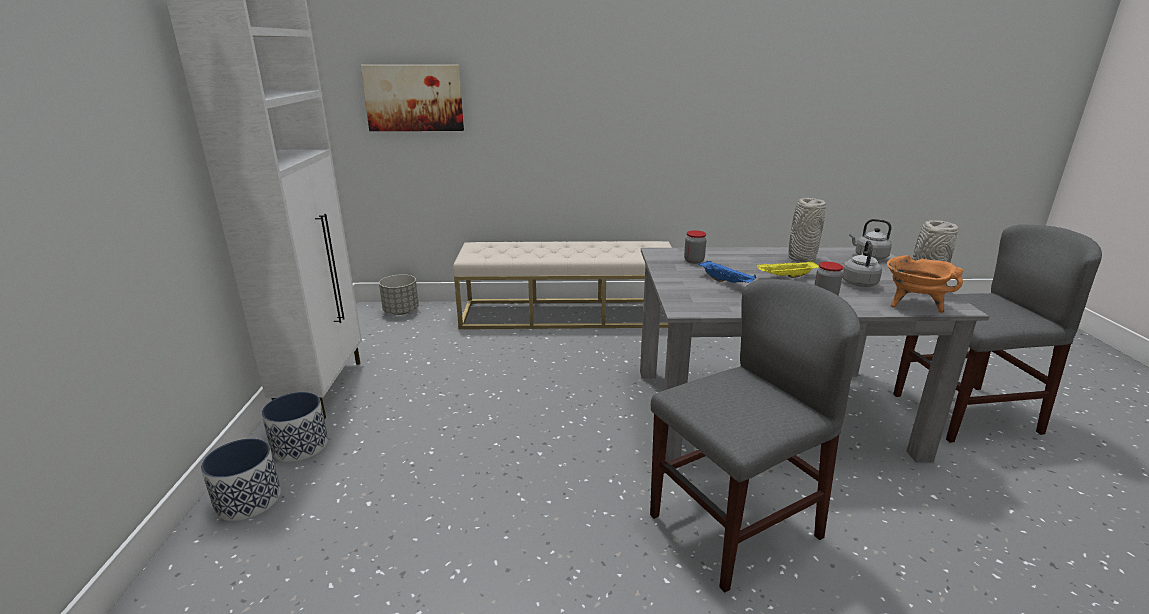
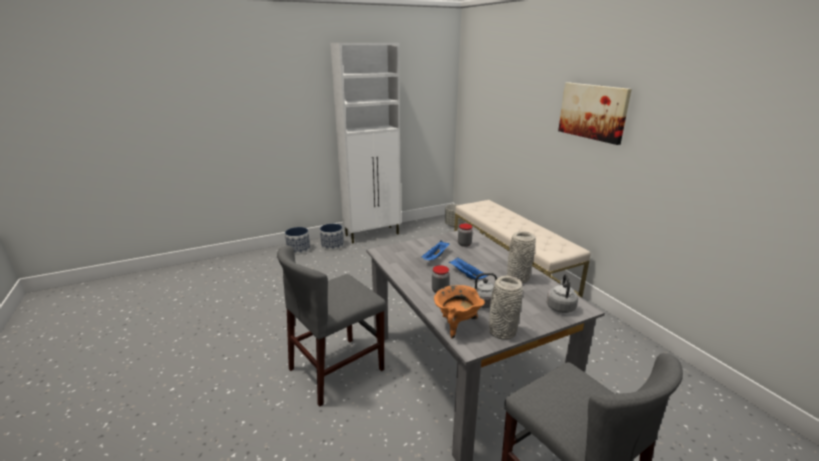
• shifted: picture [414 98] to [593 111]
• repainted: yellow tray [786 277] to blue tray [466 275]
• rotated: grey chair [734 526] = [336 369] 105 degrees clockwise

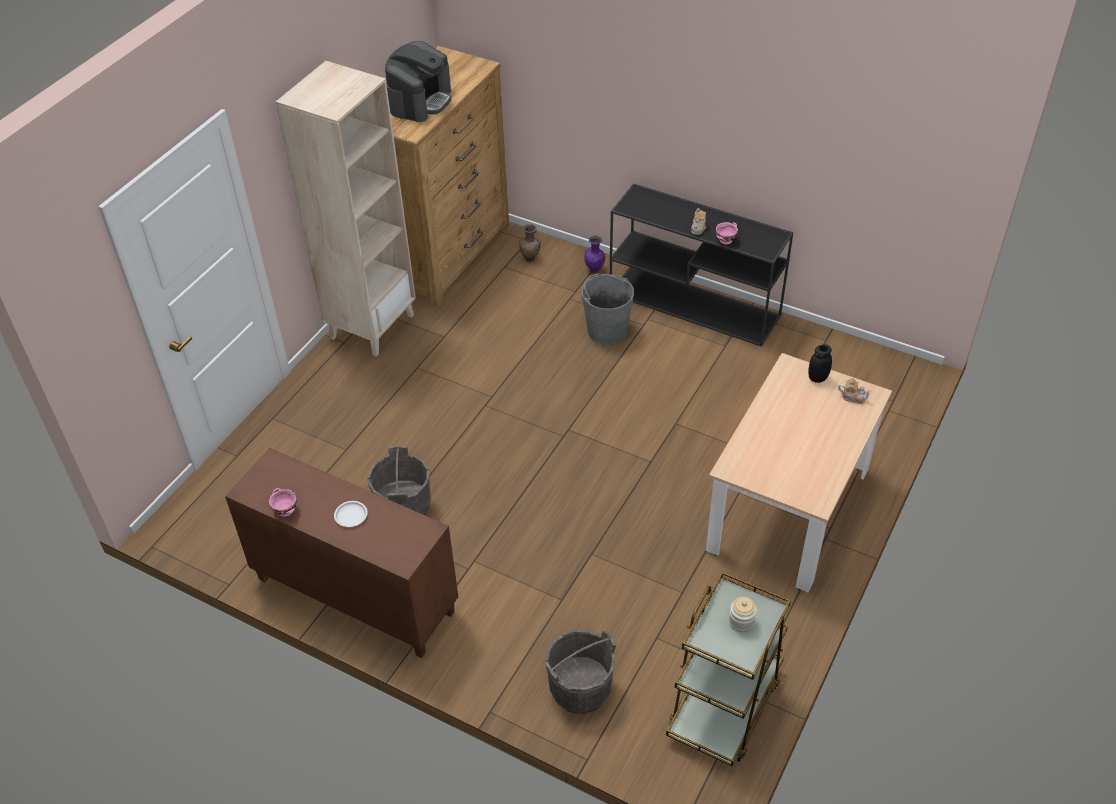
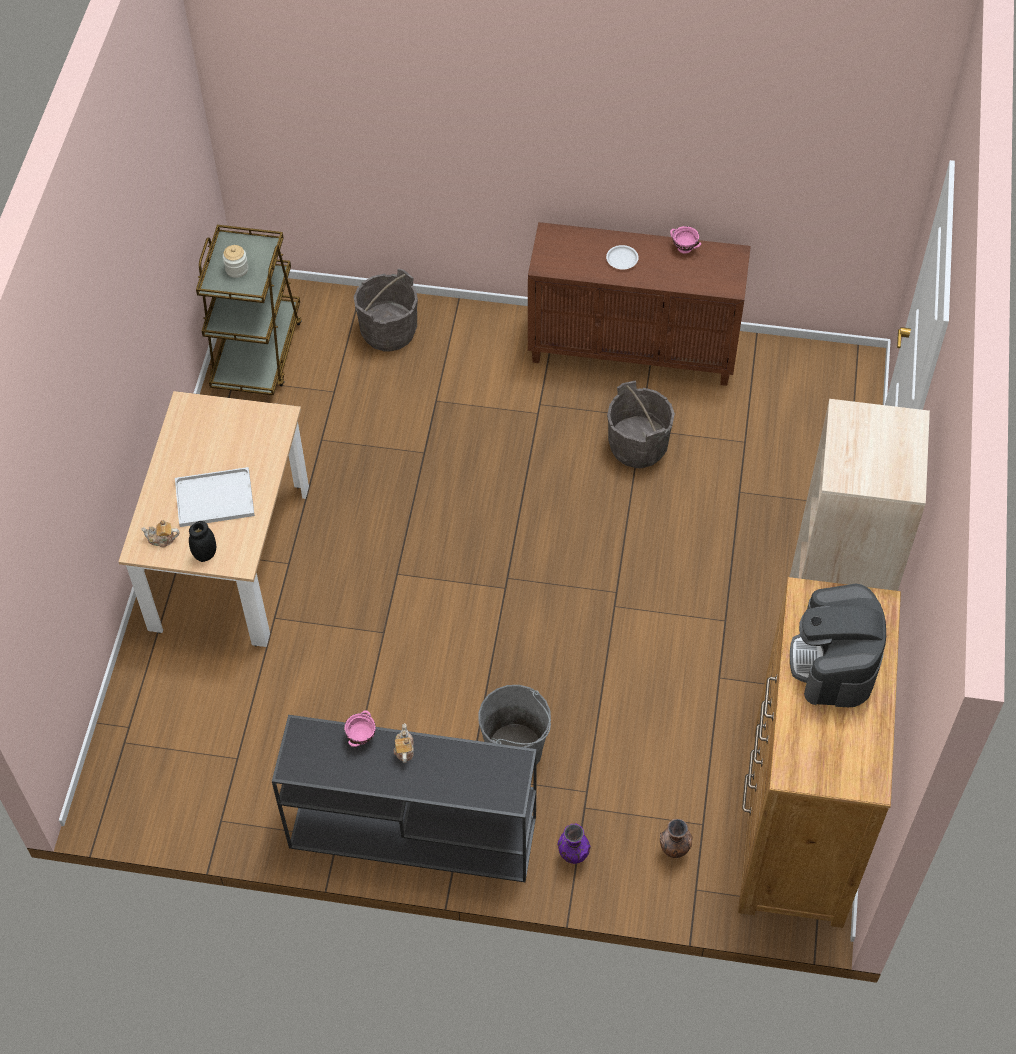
• new: white tray [213 499]

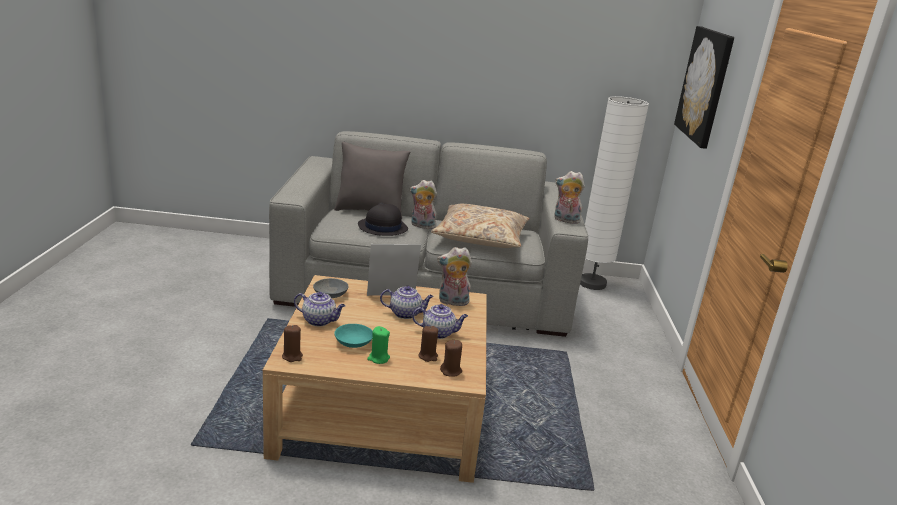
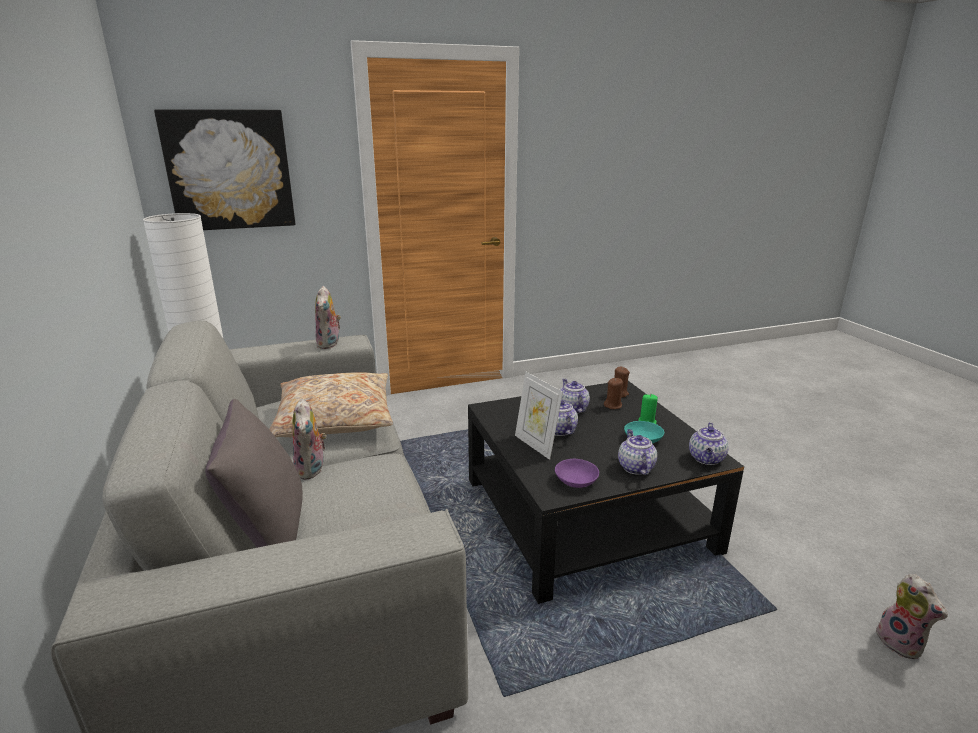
• gone: black hat [382 227]
• shifted: plush toy [452 302] to [901 643]
• swapped: brown candle [292 356] to teapot [706 459]
• repainted: beige coffee table [383 407] to black coffee table [586 514]
• repainted: grey bowl [331 294] to purple bowl [575 480]

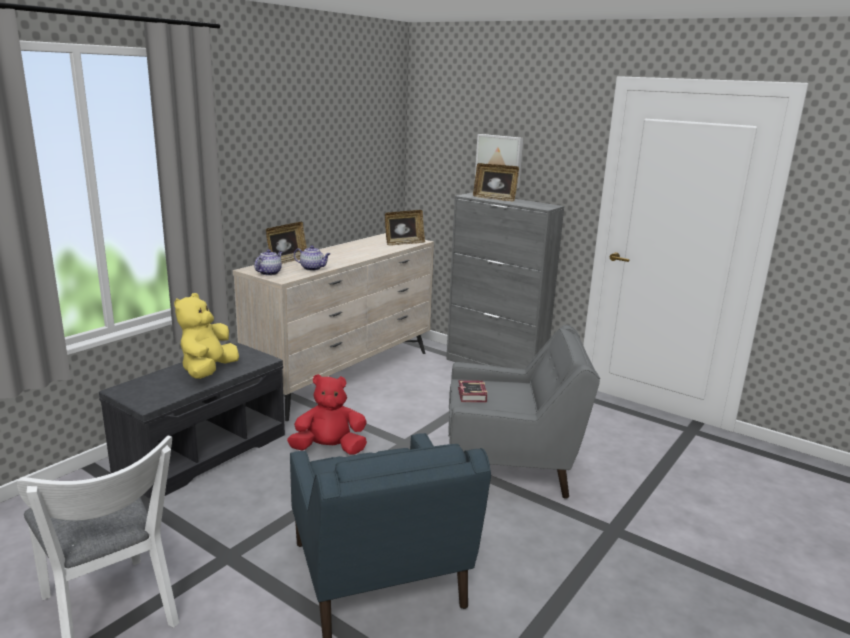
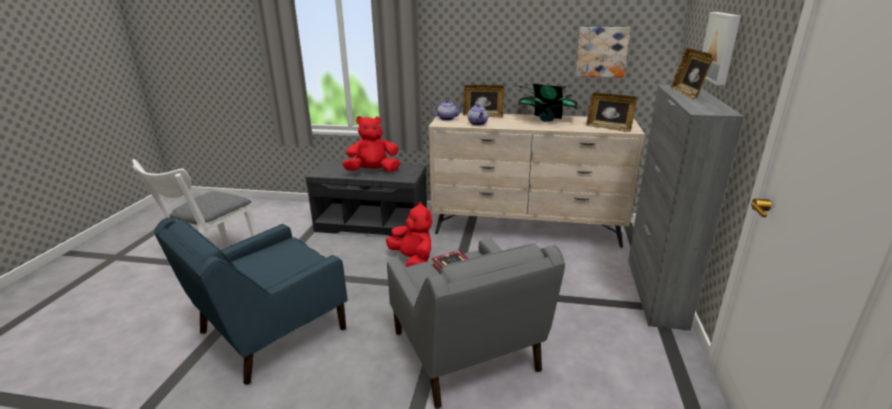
• new: potted plant [546 120]
• new: picture [601 52]
• repainted: yellow plush toy [208 371] to red plush toy [373 171]

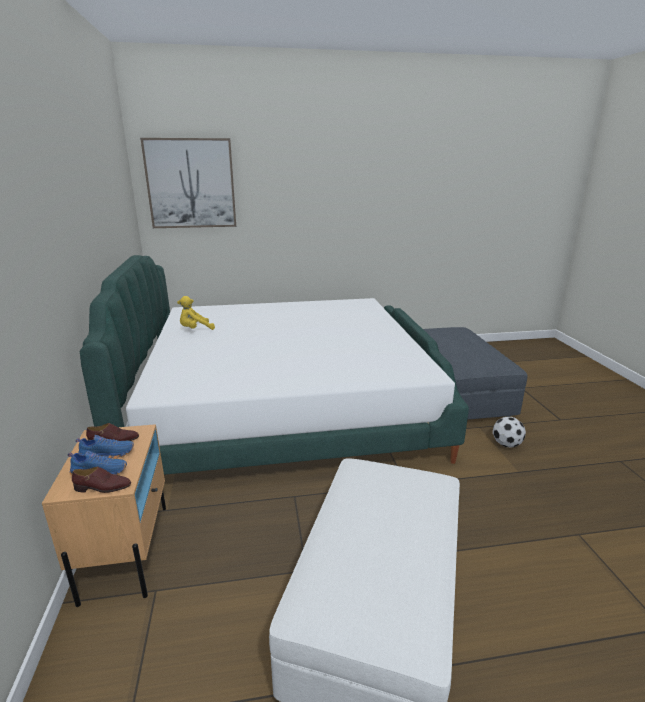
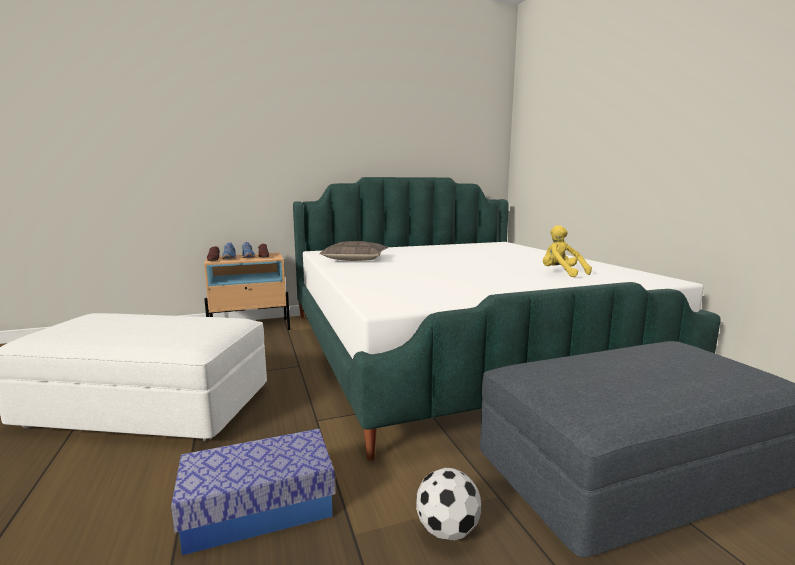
• gone: picture [191 184]
• new: storage box [258 509]
• new: pillow [355 259]
• shifted: yellow plush toy [195 330] to [561 273]

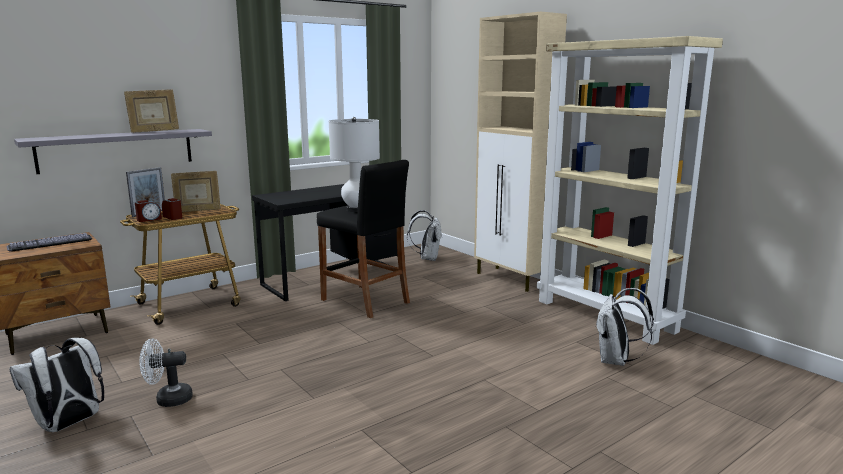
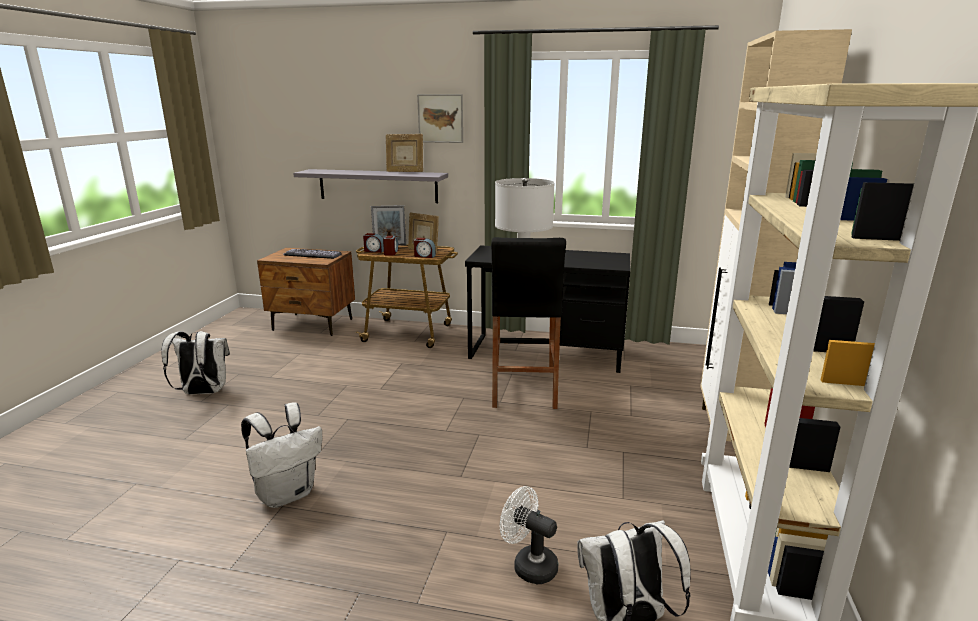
• new: alarm clock [424 256]
• new: picture [440 118]
• shifted: white fan [168 399] to [529 565]
• shifted: white backpack [427 258] to [287 493]

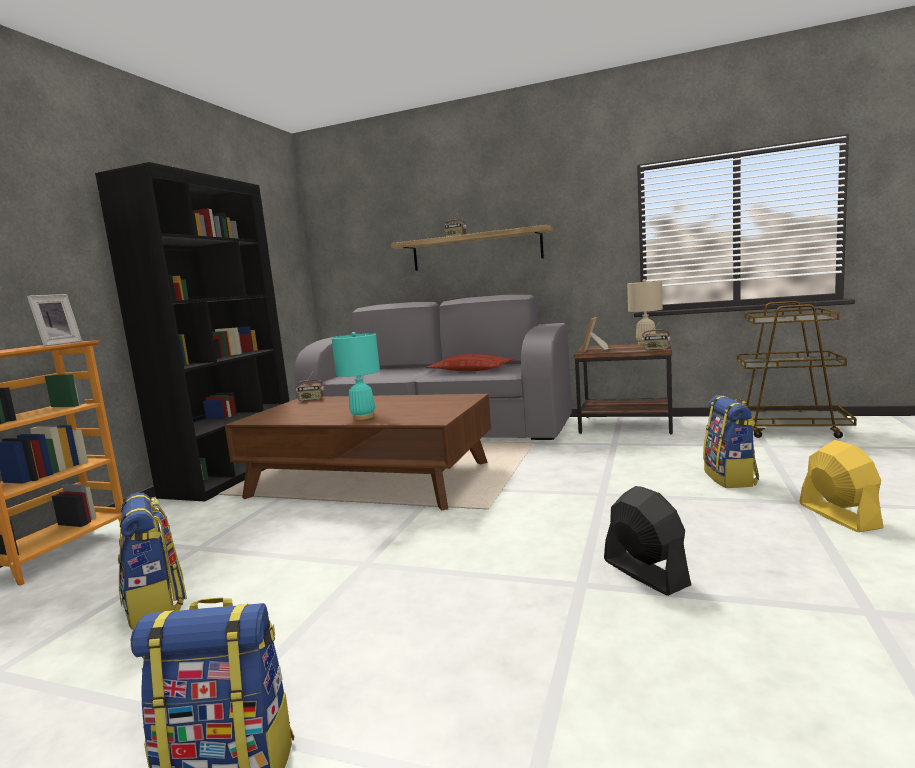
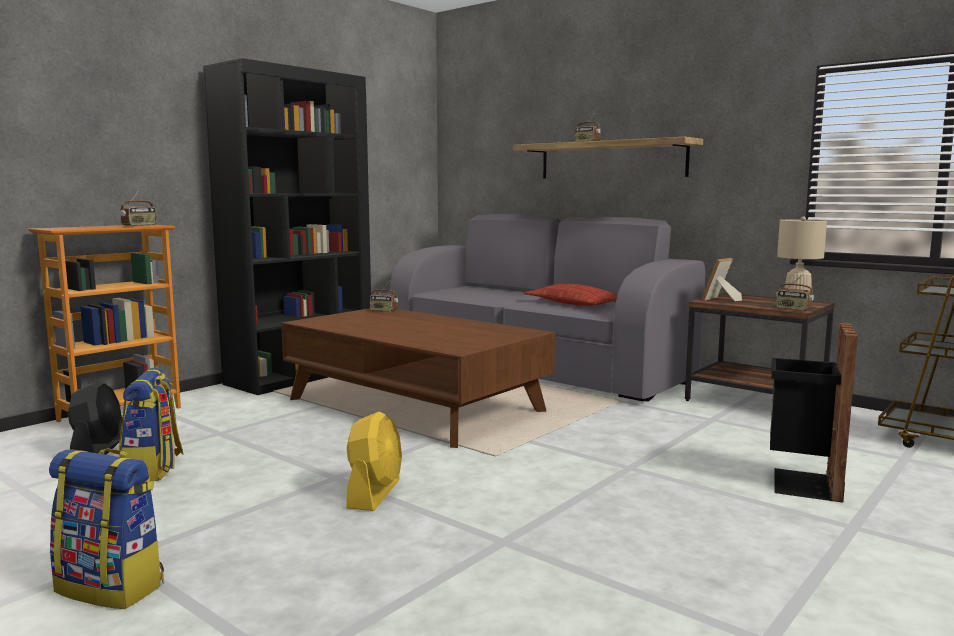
• gone: turquoise table lamp [363 417]
• shifted: black fan [645 572] to [97 452]
• shifted: yellow fan [838 515] to [374 493]
• swapped: picture frame [57 344] to radio [139 226]
• swapped: backpack [731 478] to black trash can [802 484]

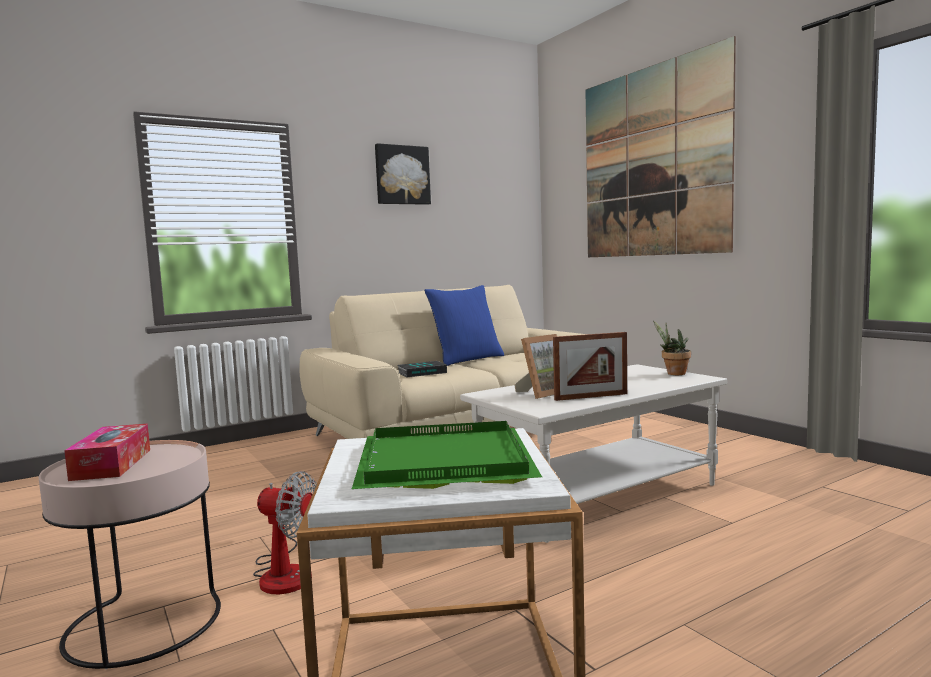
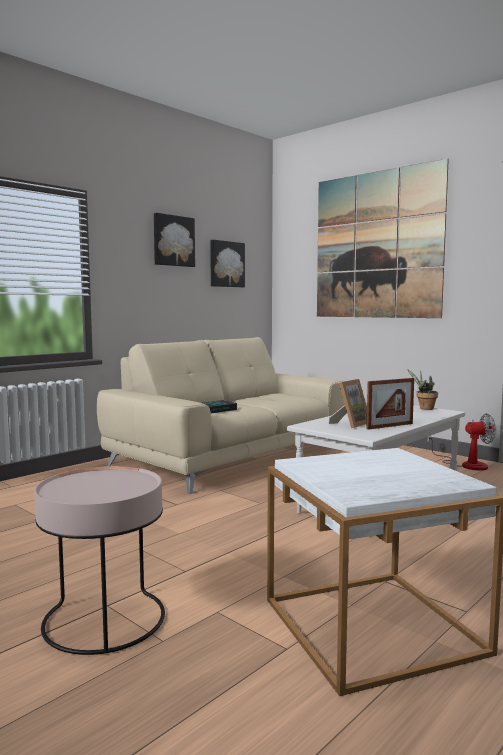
• gone: tissue box [112 464]
• gone: green tray [441 461]
• gone: blue pillow [467 359]
• new: picture [226 264]
• shifted: fan [284 572] to [466 464]

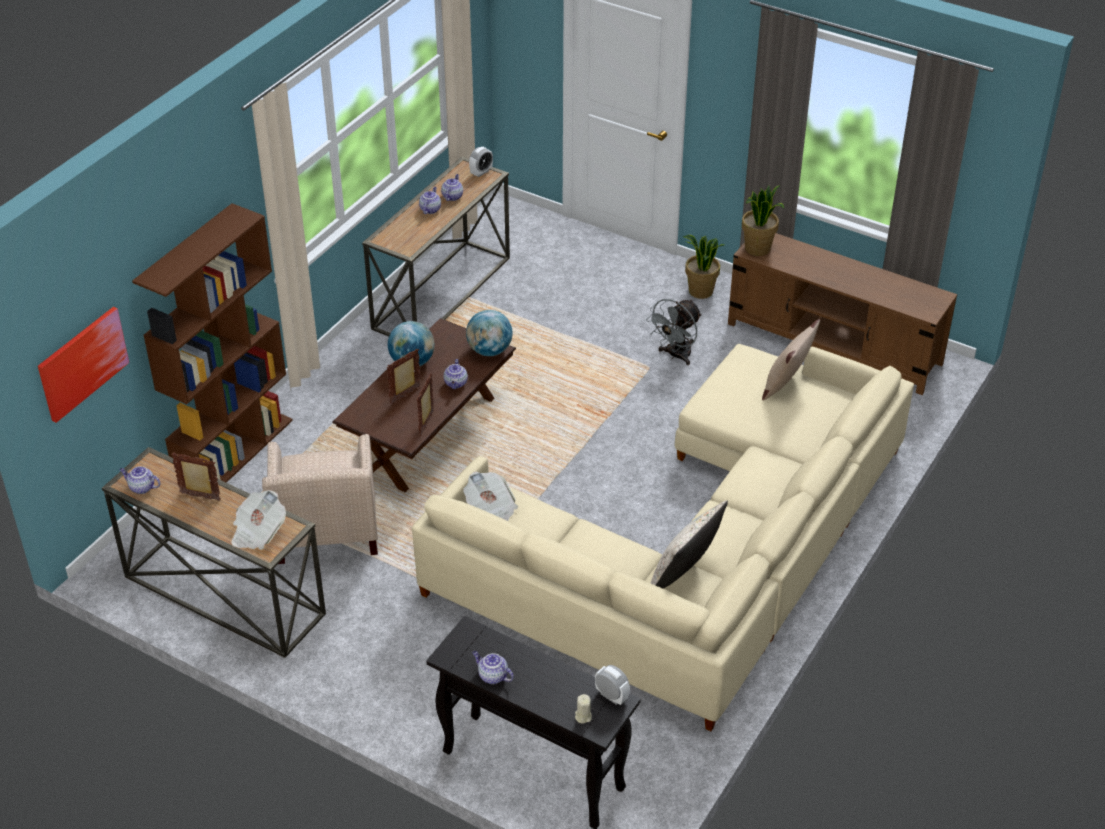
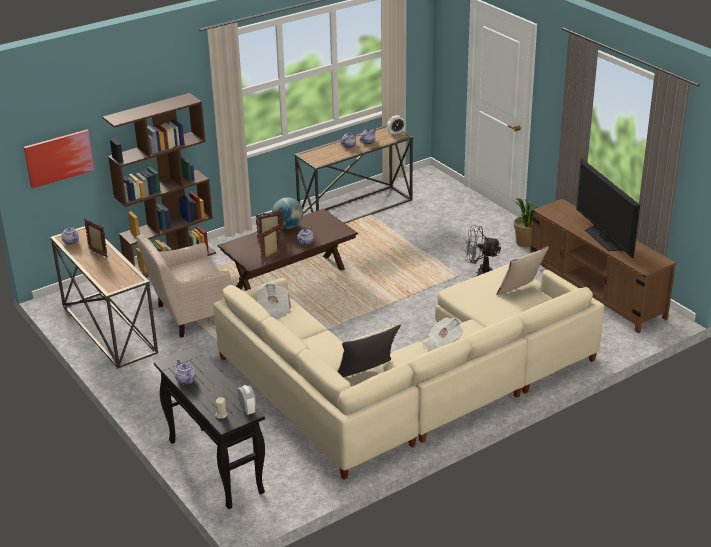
• gone: globe [489 351]
• gone: potted plant [758 248]
• new: television [604 238]
• shifted: newspaper [258 532] to [442 343]
• rotated: beige armchair [326 536] = [189 315] 45 degrees clockwise
• rotated: grey fan [675 355] = [480 273] 45 degrees clockwise

